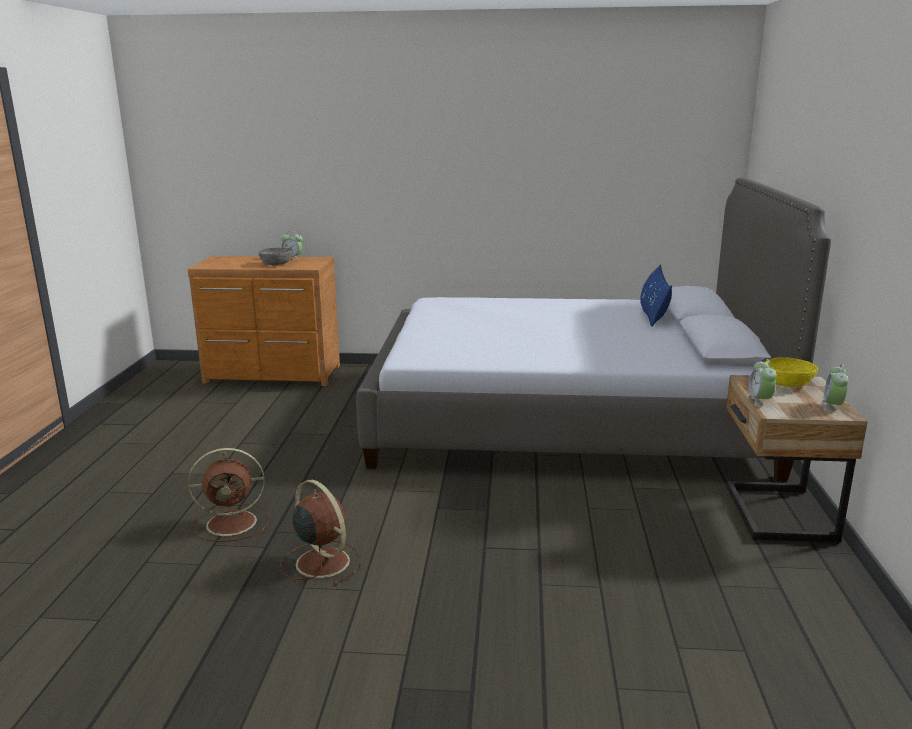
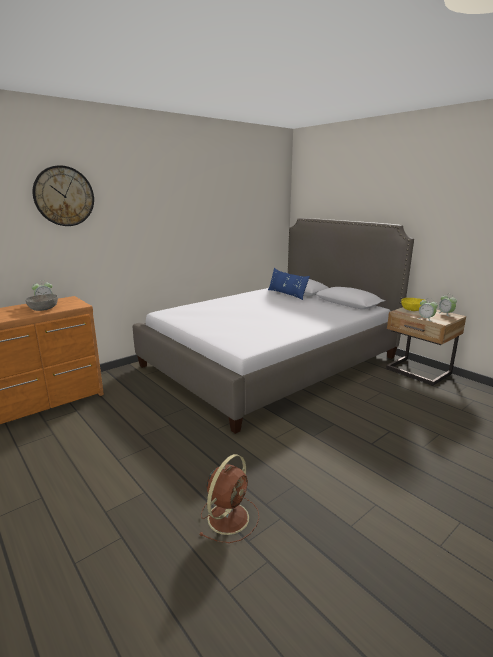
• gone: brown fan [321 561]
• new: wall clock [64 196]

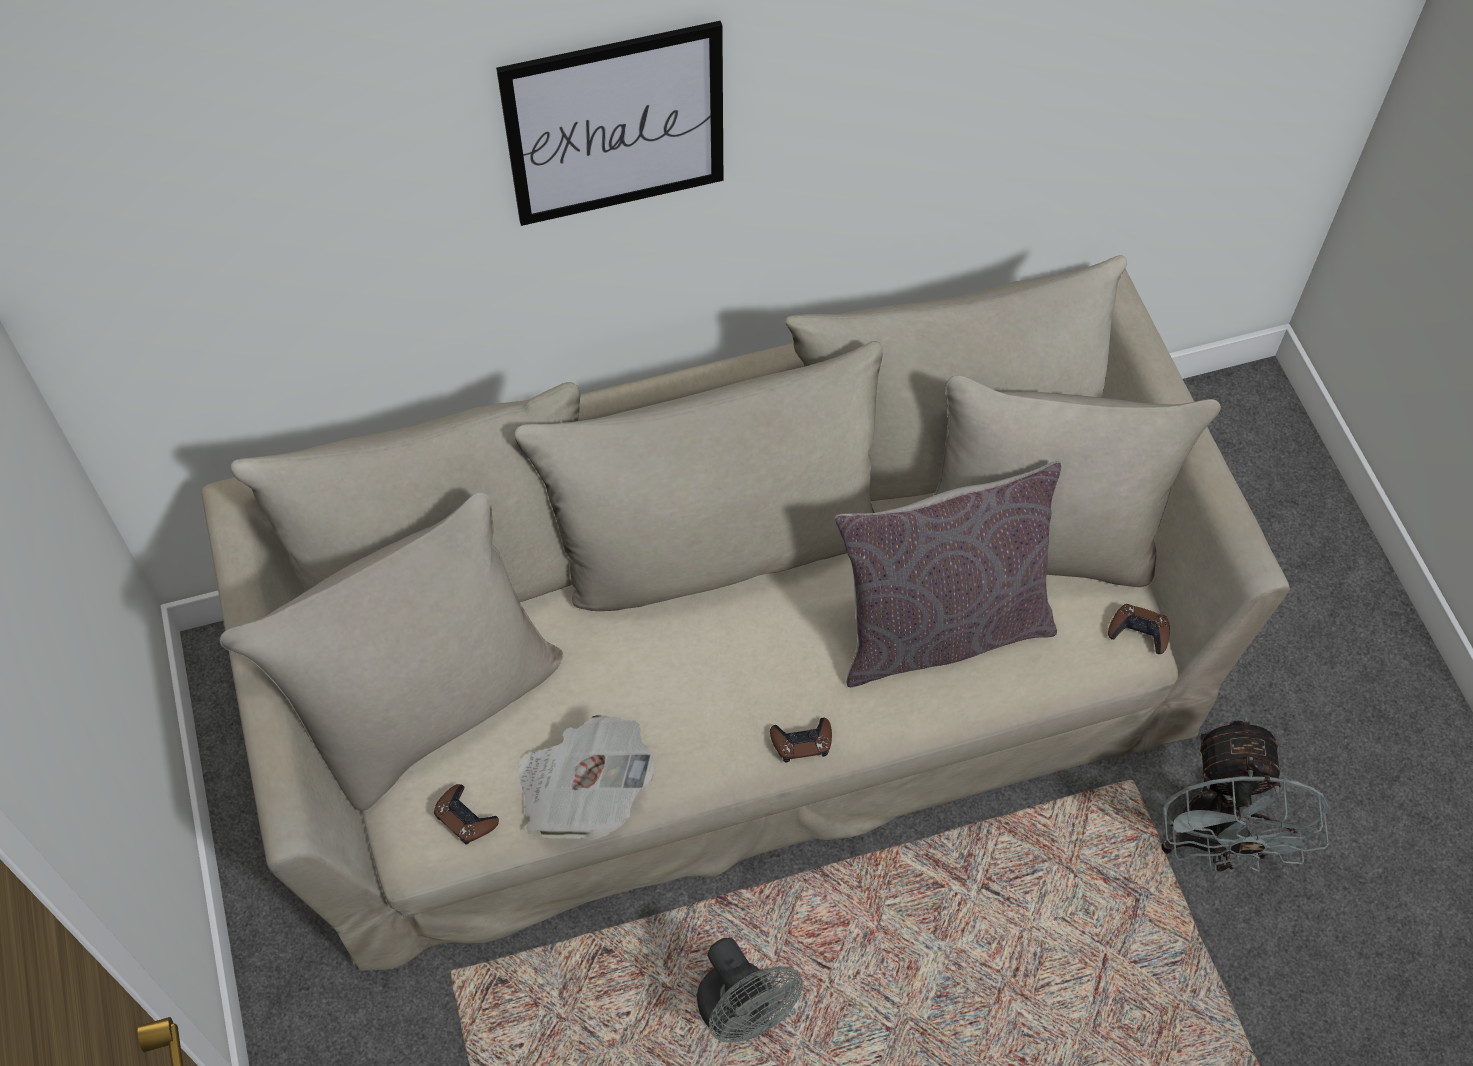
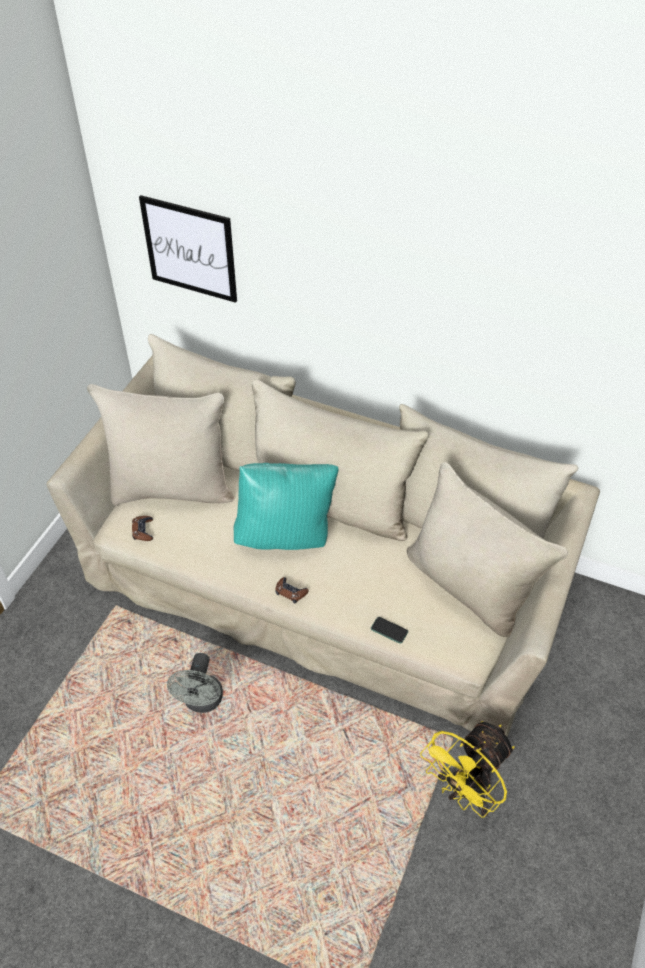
• gone: newspaper [583 792]
• gone: grey pillow [940 628]
• gone: brown game controller [1138 632]
• new: turquoise pillow [286 535]
• new: phone [389 630]
• shifted: picture [615 125] to [190 249]
• repainted: grey fan [1213 844] to yellow fan [464 792]

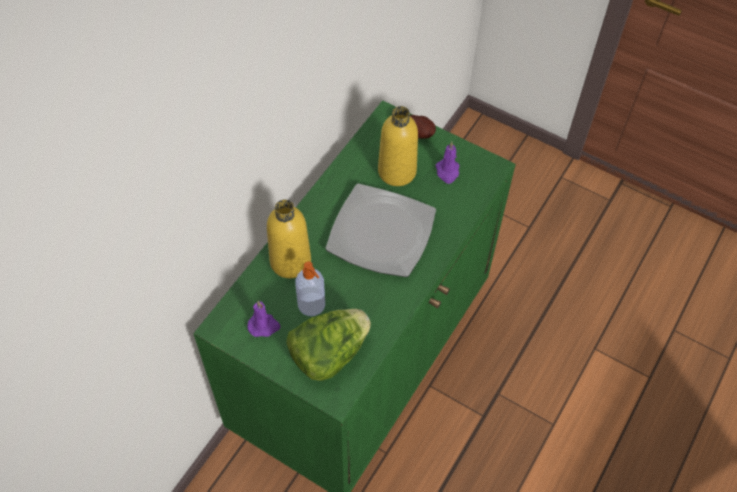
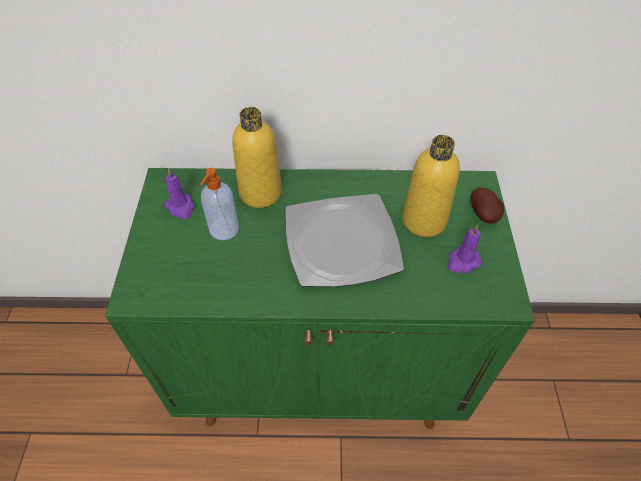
• gone: lettuce [329 353]

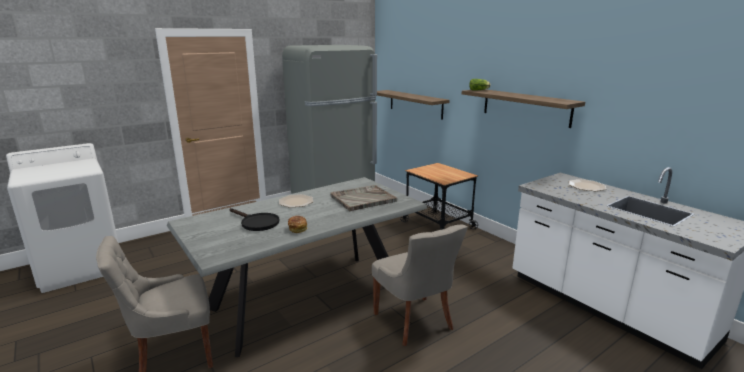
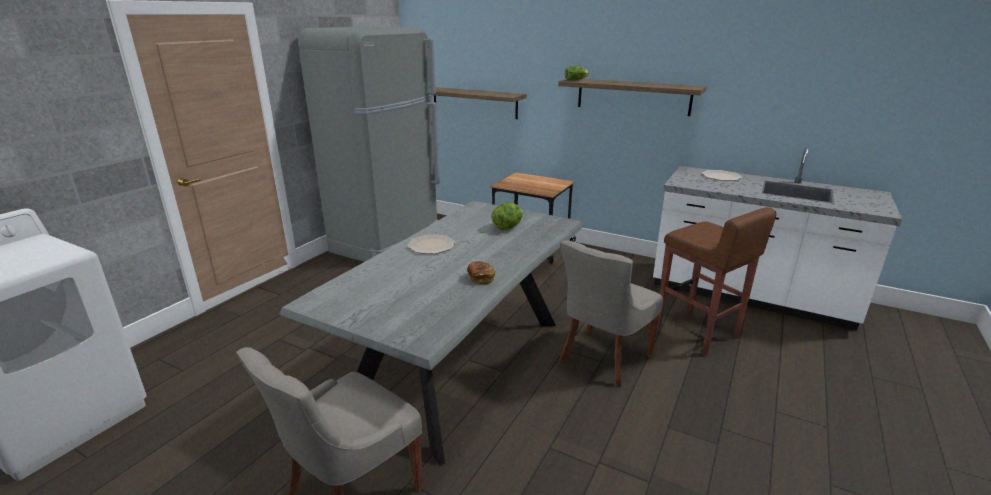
• gone: black frying pan [256 223]
• new: brown stool [697 333]
• swapped: grey tray [362 199] to lettuce [507 227]
• rotated: grey chair [415 322] = [602 358] 90 degrees clockwise

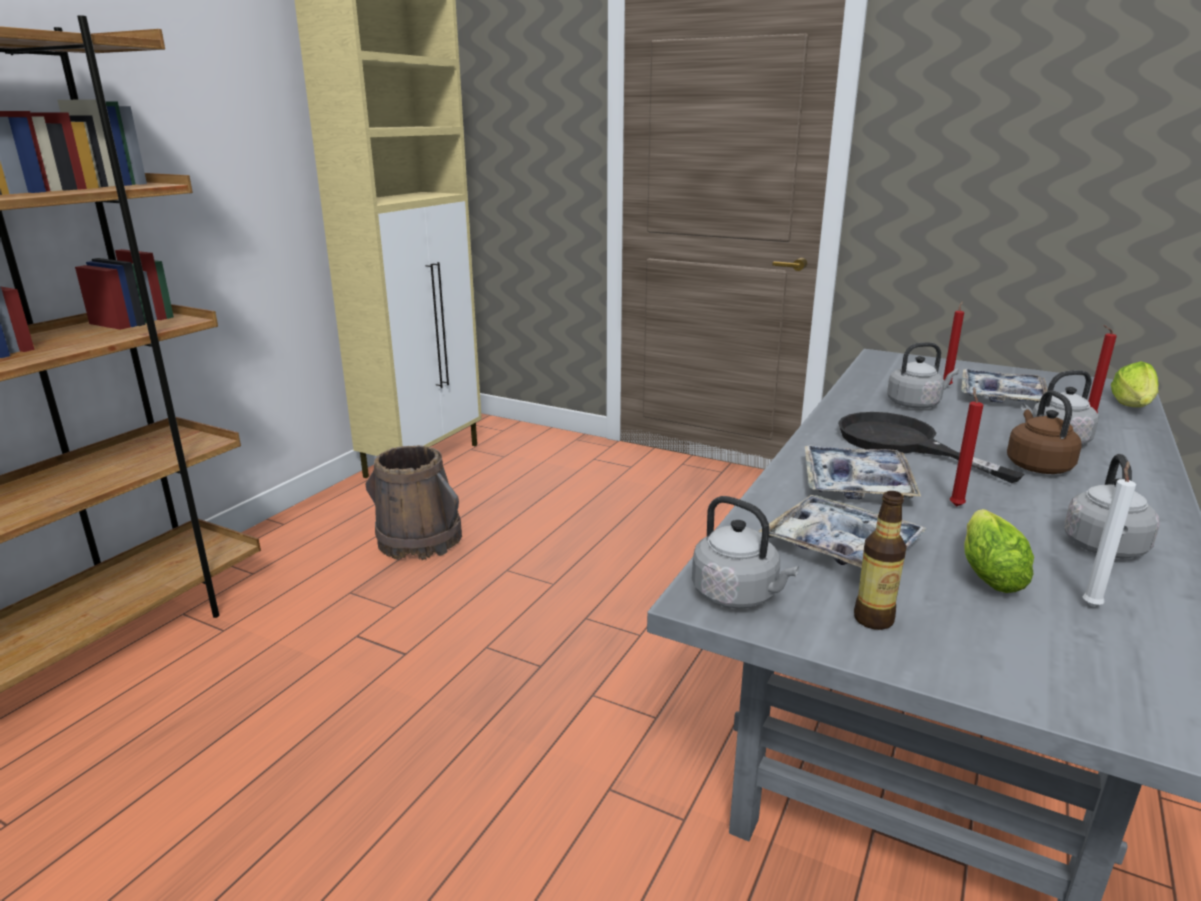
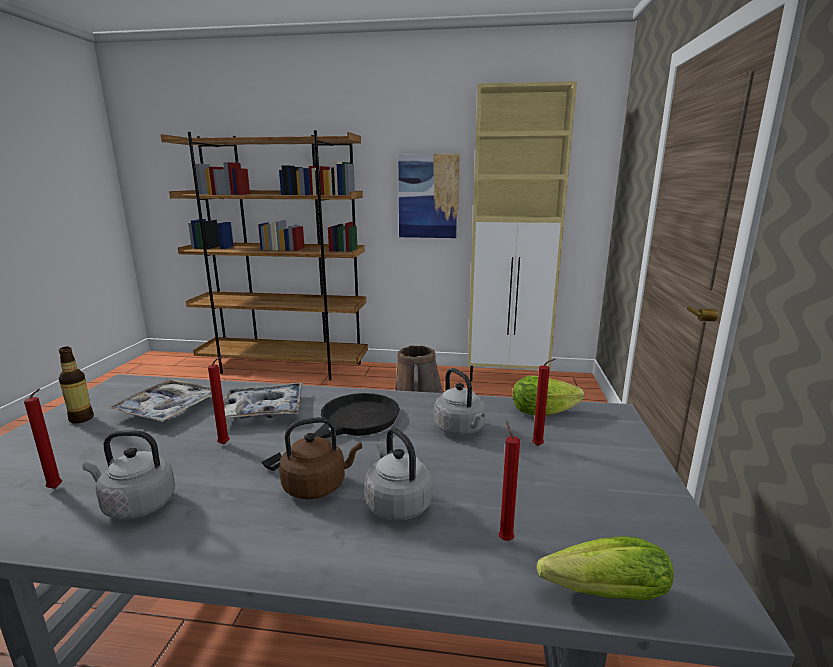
• gone: grey kettle [738 595]
• gone: tray [1001 396]
• new: picture [428 196]
• shifted: lettuce [987 569] to [547 411]
• repainted: white candle [1091 604] to red candle [57 488]

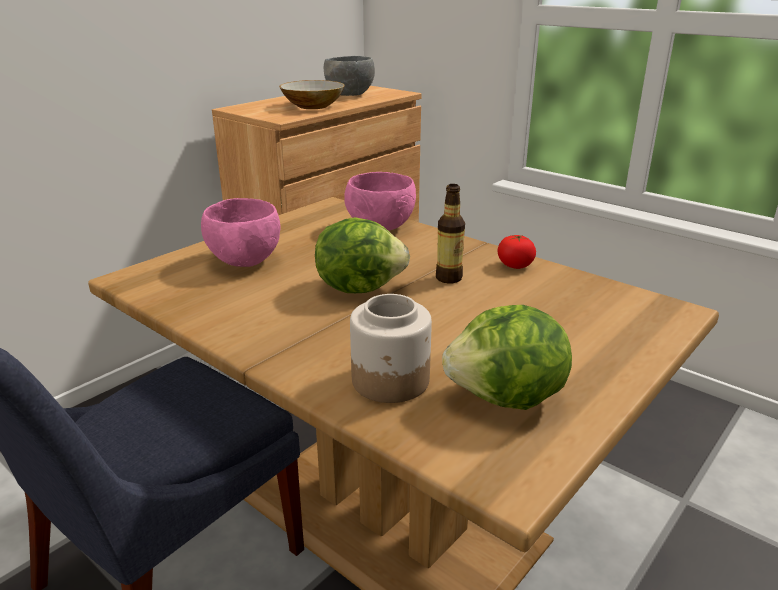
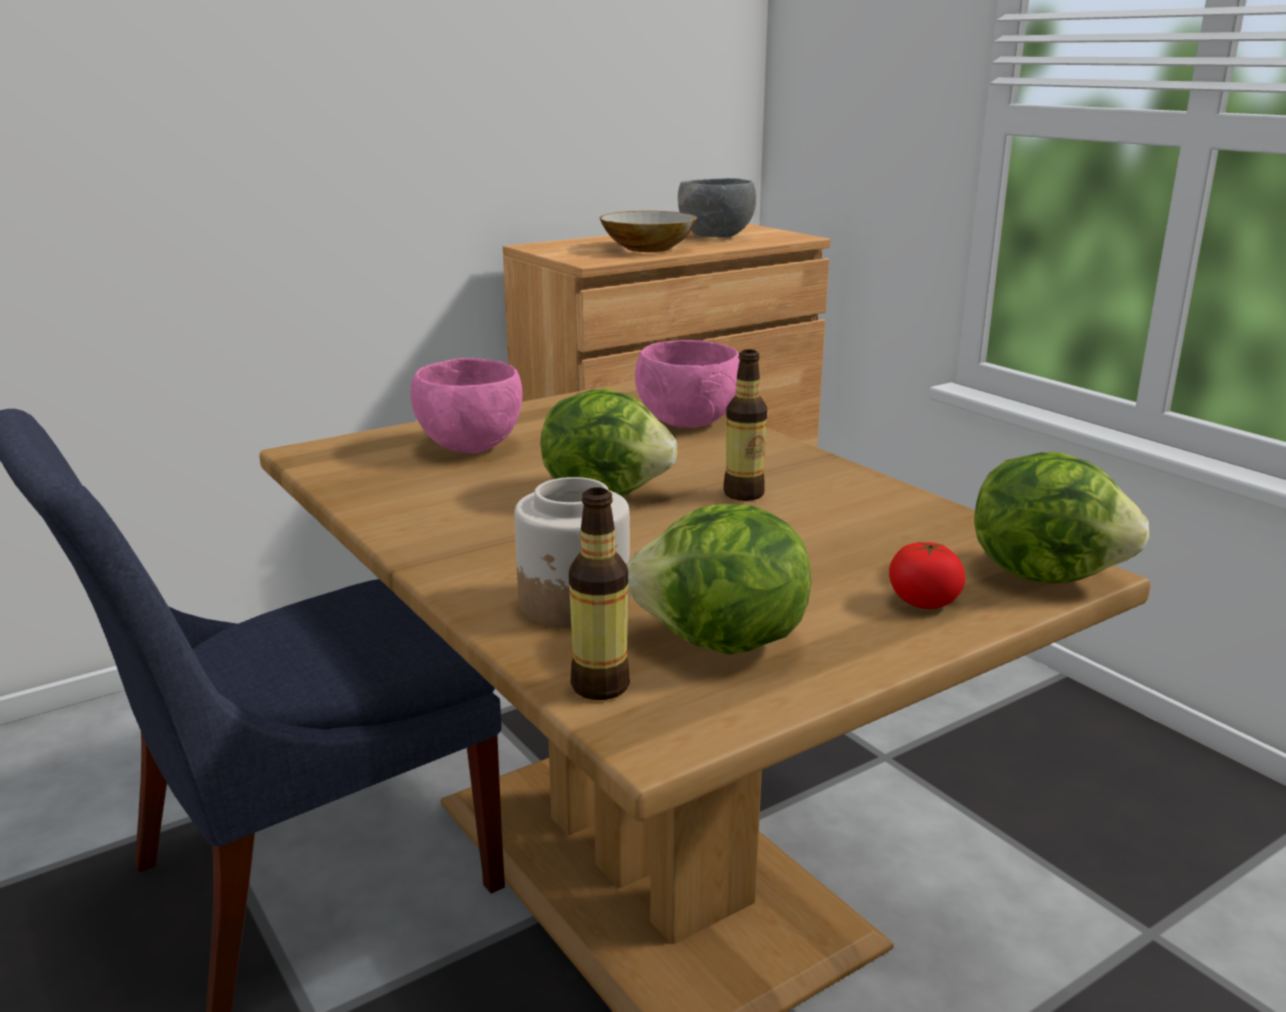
• new: bottle [600 686]
• new: lettuce [1045 573]
• shifted: tomato [515 265] to [923 602]

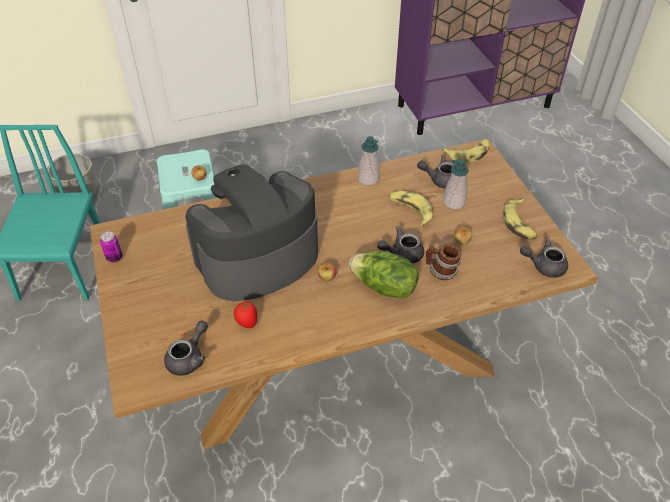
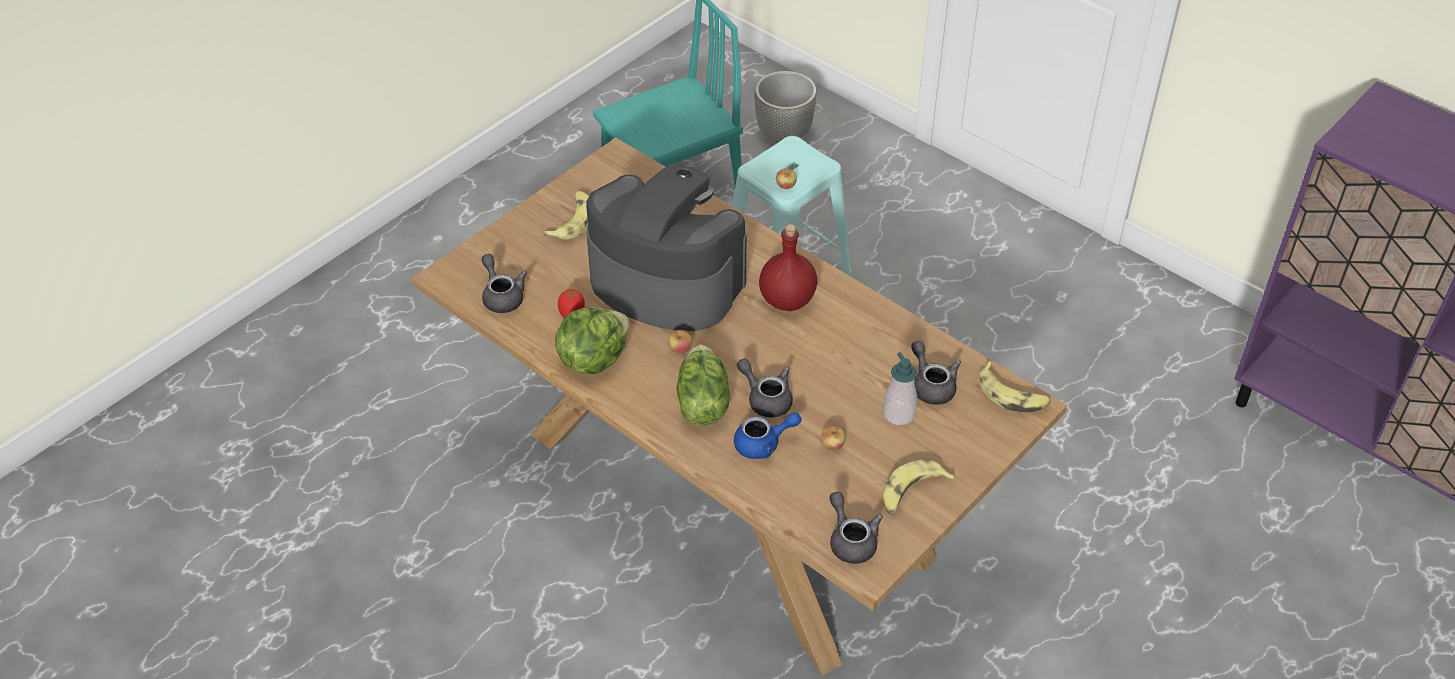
• gone: can [114 258]
• gone: soap dispenser [368 179]
• new: lettuce [592 358]
• new: red bottle [788 300]
• shifted: banana [410 211] to [572 221]
• swapped: mug [441 272] to blue teapot [763 444]
• rotated: grey teapot [189 358] = [502 296] 120 degrees counterclockwise

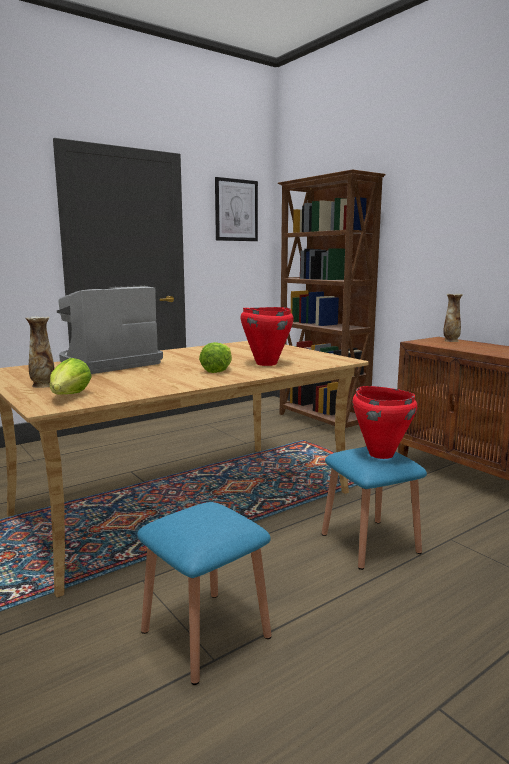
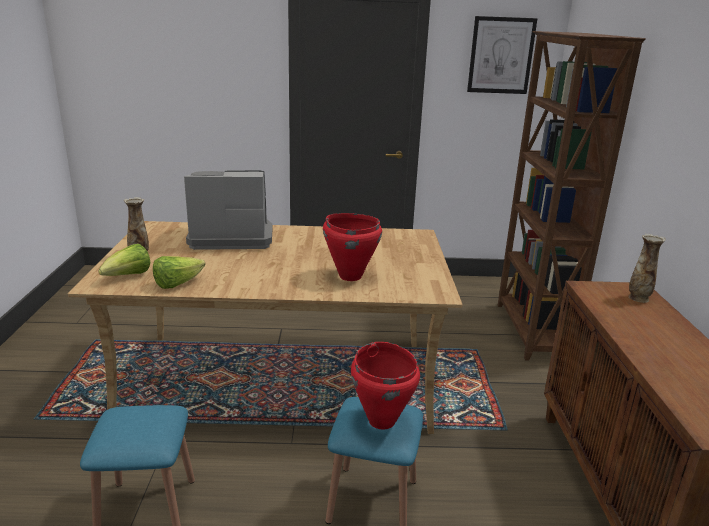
• shifted: lettuce [217 370] to [177 284]

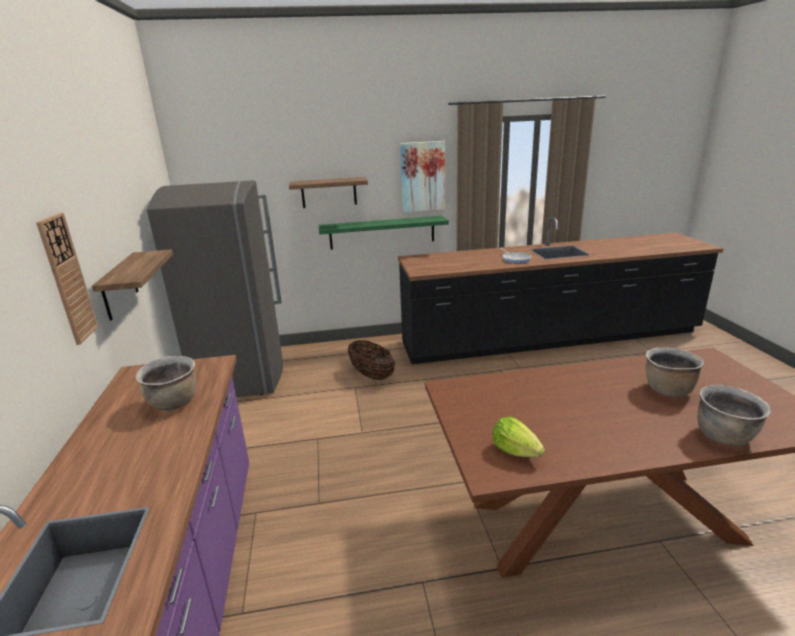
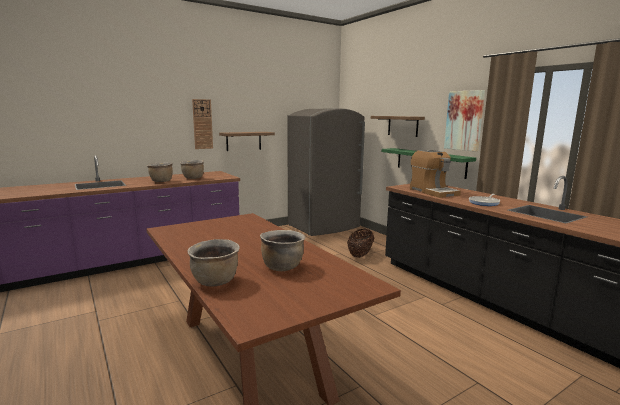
• gone: lettuce [515 451]
• new: brown cooking pot [161 181]
• new: coffee machine [433 192]

